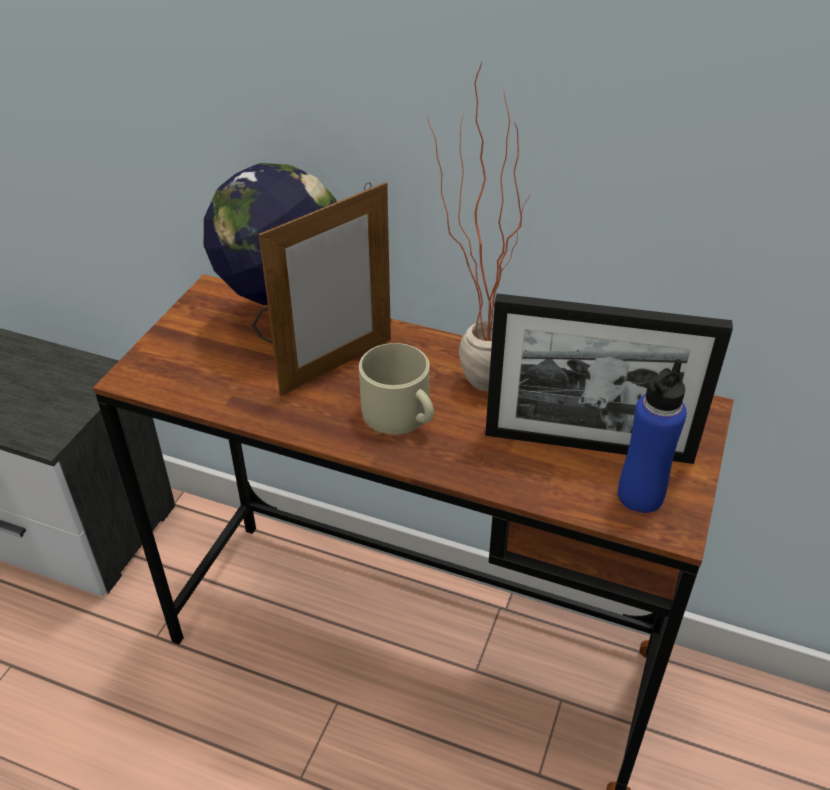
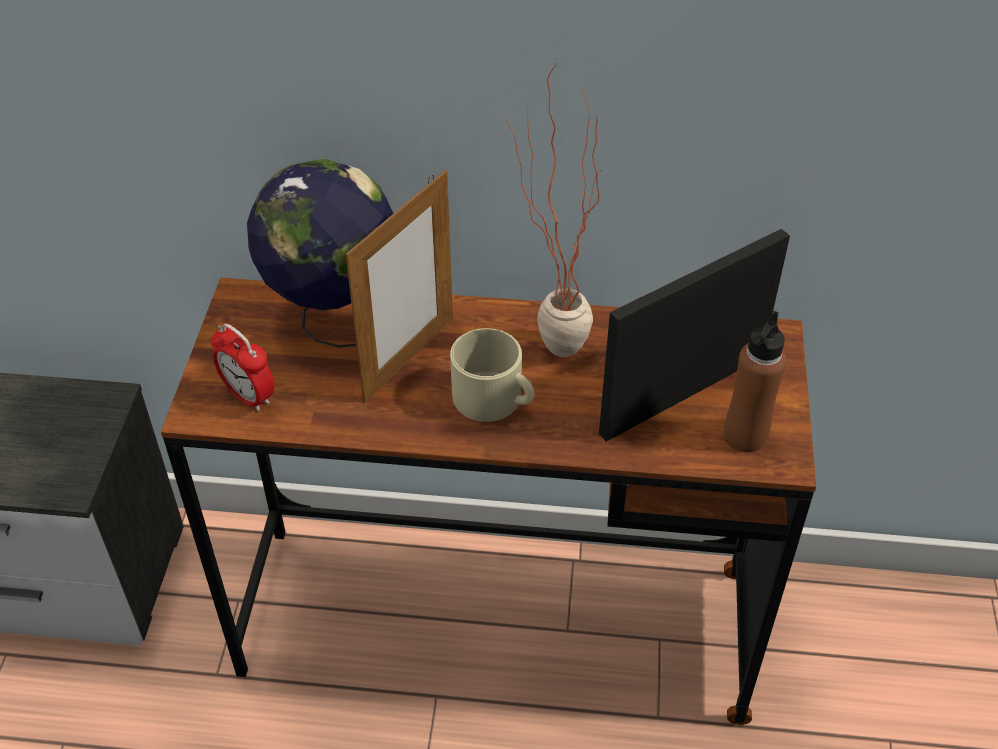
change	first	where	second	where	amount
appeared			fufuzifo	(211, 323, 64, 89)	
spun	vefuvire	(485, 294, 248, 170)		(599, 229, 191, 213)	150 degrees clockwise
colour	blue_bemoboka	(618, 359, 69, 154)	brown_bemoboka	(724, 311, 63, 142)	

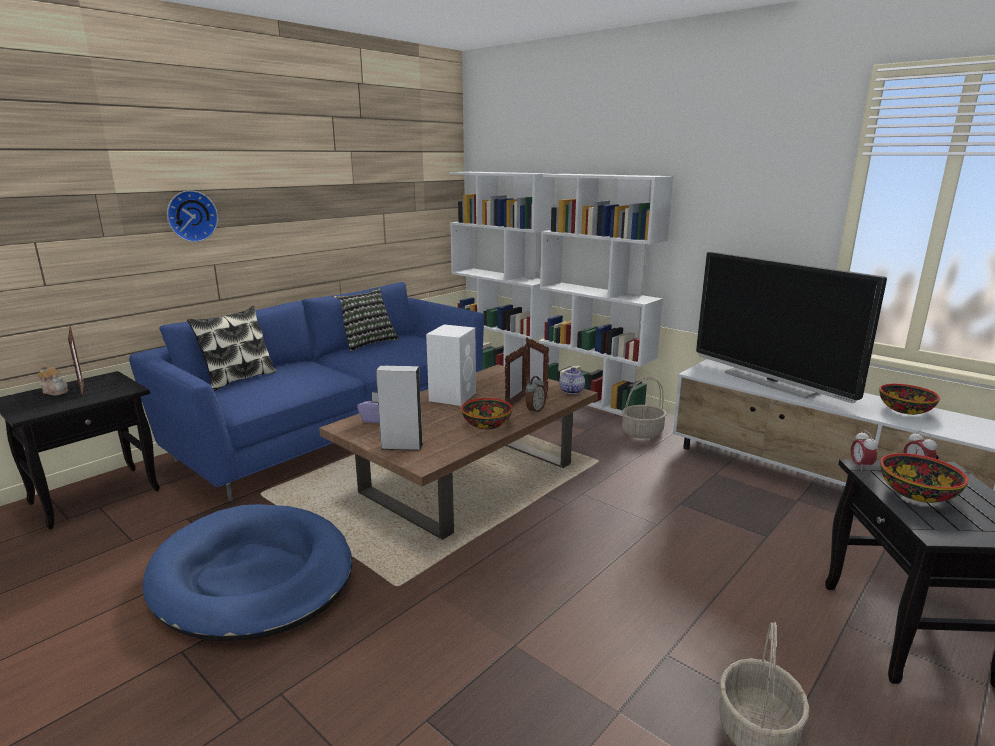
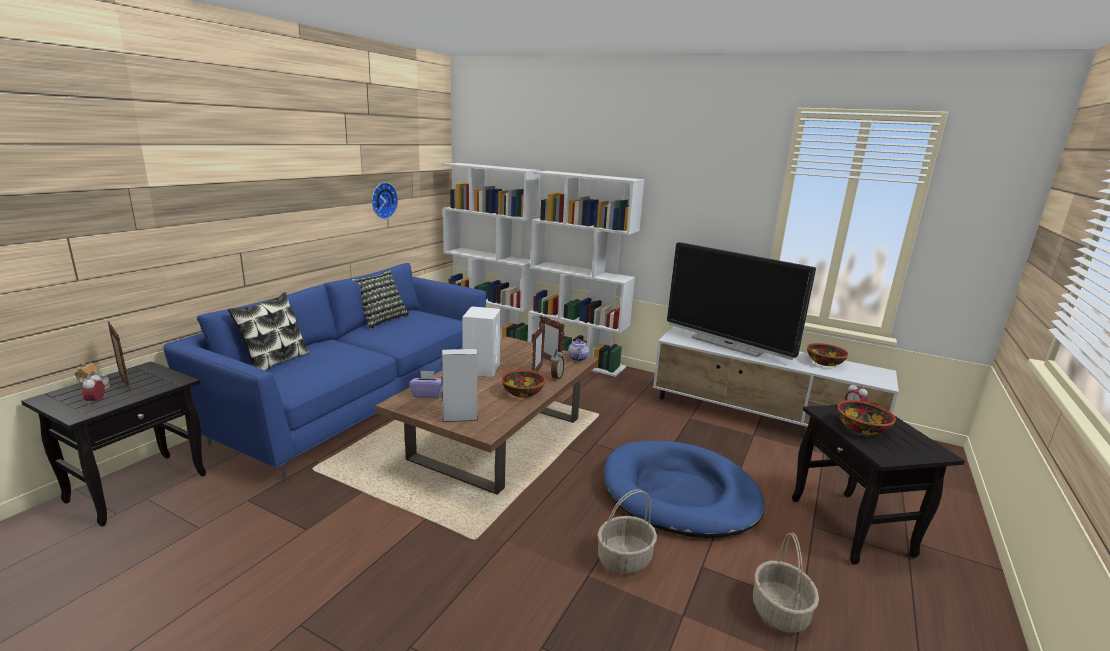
change	first	where	second	where	amount
relocated	fufuzifo	(851, 430, 27, 41)		(82, 373, 23, 33)	
relocated	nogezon	(167, 190, 51, 52)		(372, 182, 26, 37)	
relocated	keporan	(622, 377, 45, 62)		(597, 489, 60, 85)	
relocated	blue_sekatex	(143, 504, 209, 137)		(604, 441, 161, 97)	

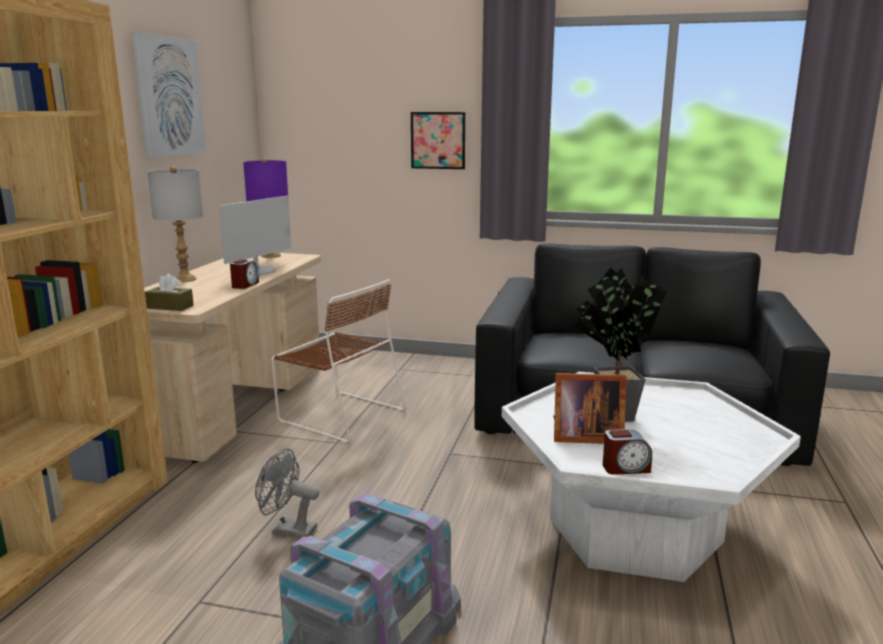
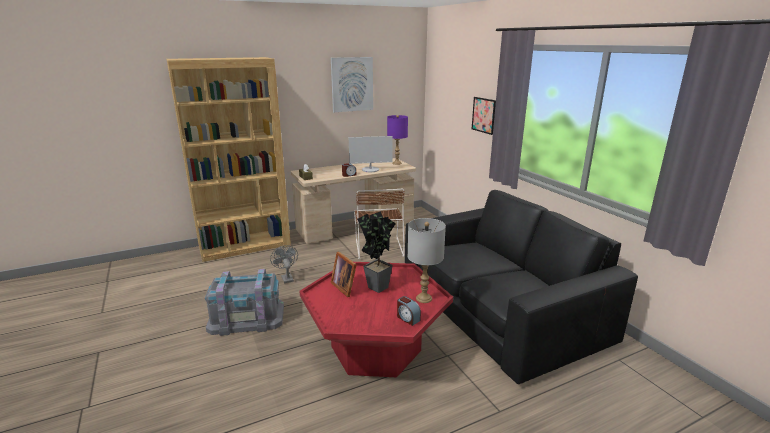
change	first	where	second	where	amount
colour	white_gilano	(502, 372, 299, 210)	red_gilano	(299, 262, 154, 115)	
relocated	fufuzifo	(603, 429, 49, 46)		(397, 296, 24, 30)	
relocated	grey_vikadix	(147, 166, 56, 116)		(408, 218, 38, 85)	

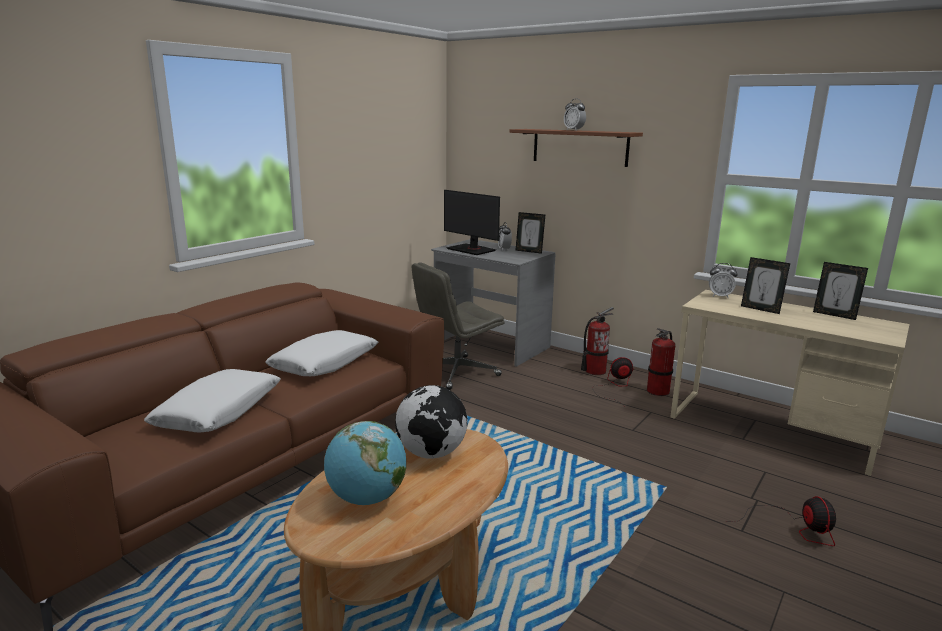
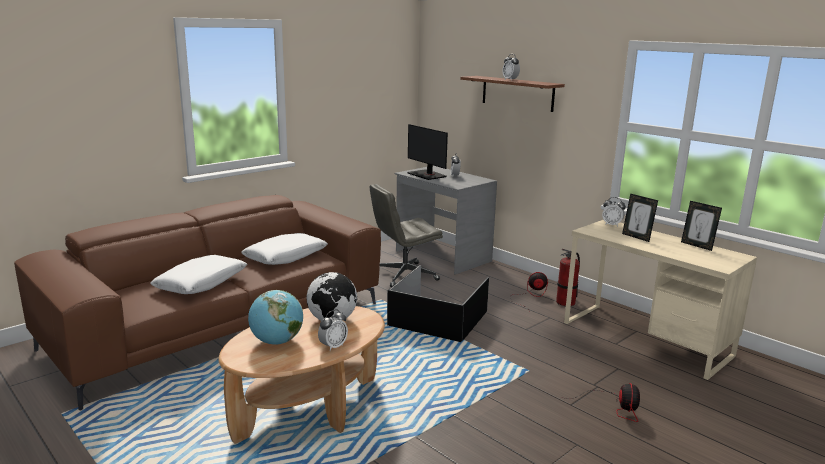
change	first	where	second	where	amount
appeared			fufuzifo	(318, 310, 30, 41)	
appeared			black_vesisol	(387, 265, 102, 77)	
missing	vefuvire	(515, 212, 30, 42)			
missing	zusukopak	(581, 307, 33, 68)			

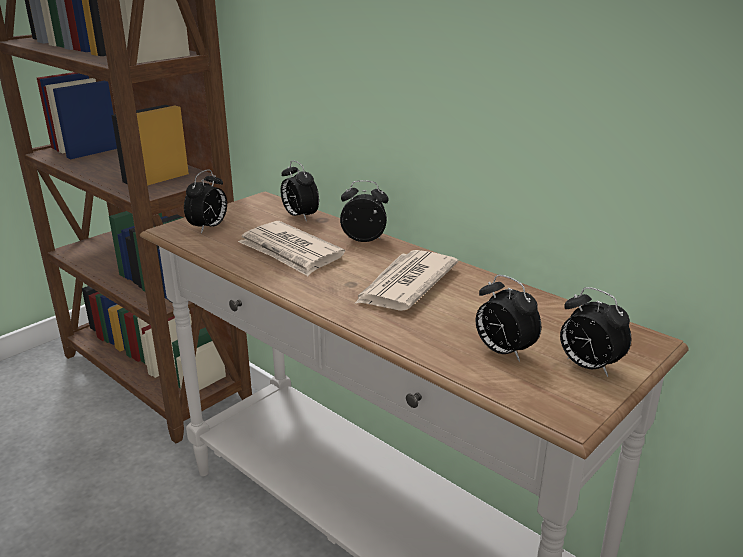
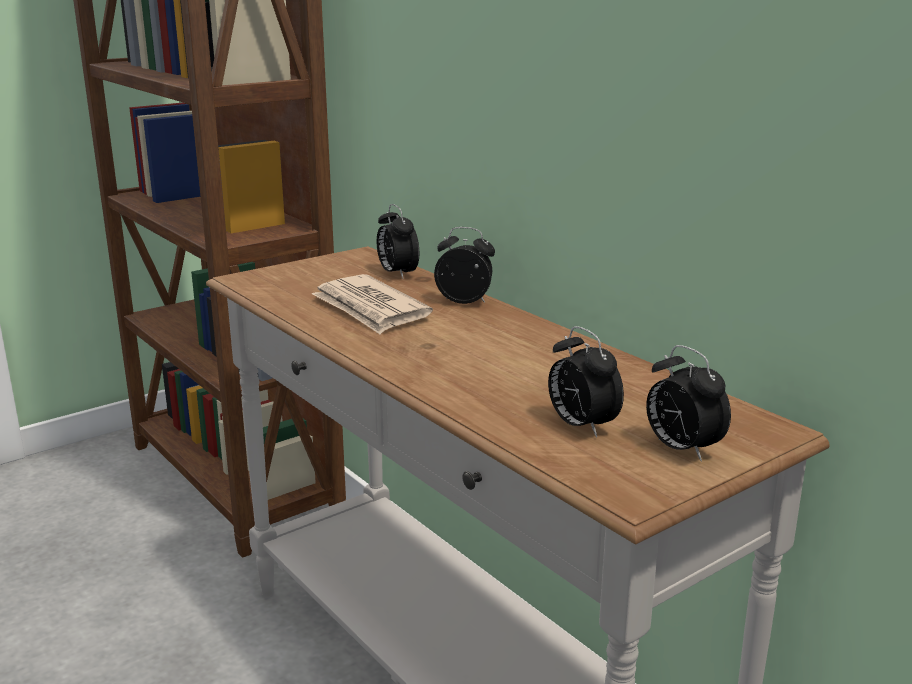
change	first	where	second	where	amount
missing	fufuzifo	(184, 169, 43, 65)			
missing	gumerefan	(354, 250, 104, 61)			

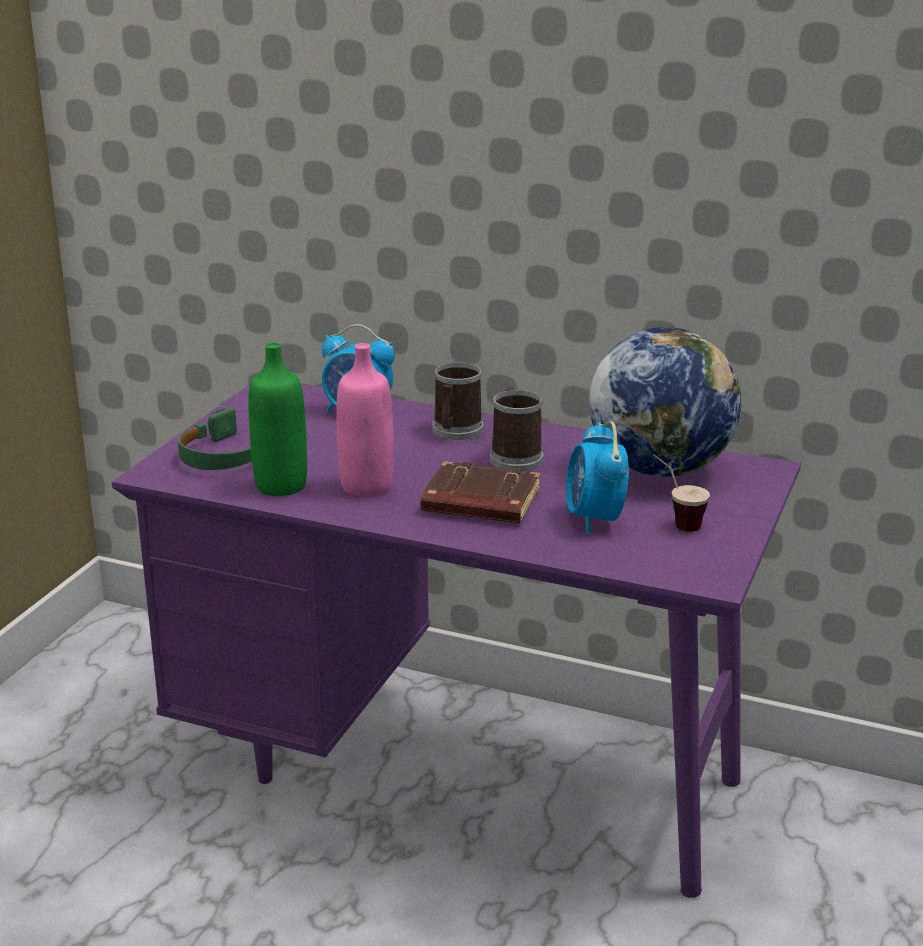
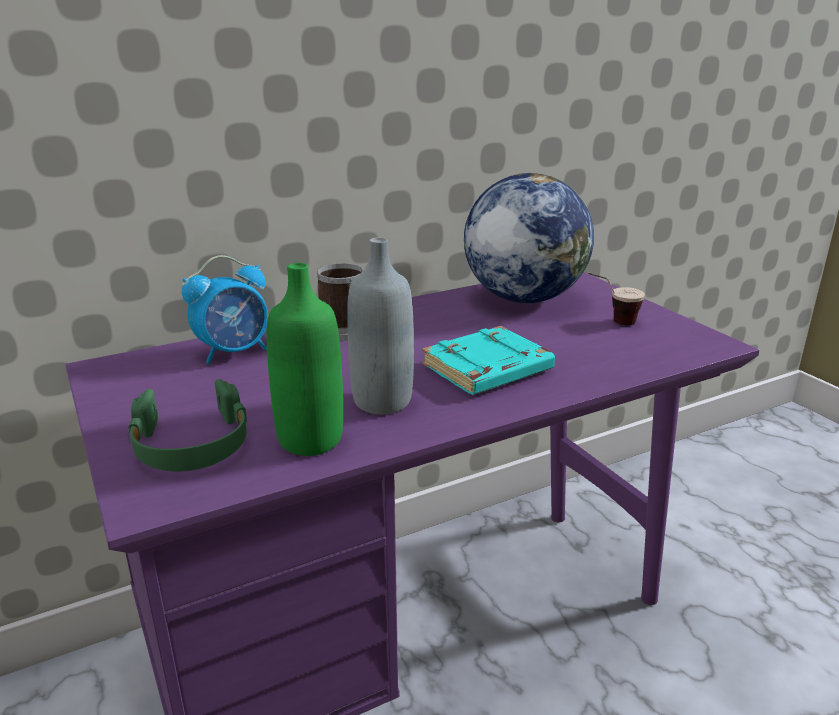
change	first	where	second	where	amount
colour	pink_bemoboka	(336, 343, 57, 154)	grey_bemoboka	(347, 237, 67, 178)	
colour	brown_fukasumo	(421, 461, 120, 62)	turquoise_fukasumo	(422, 326, 133, 69)	
missing	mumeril	(490, 387, 54, 84)			
missing	fufuzifo	(566, 421, 63, 113)			

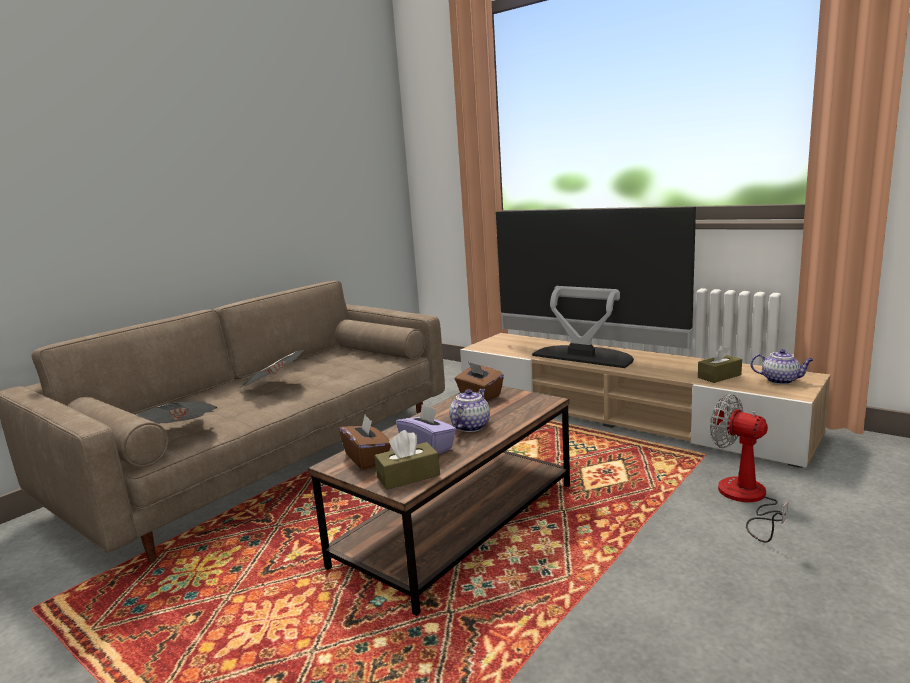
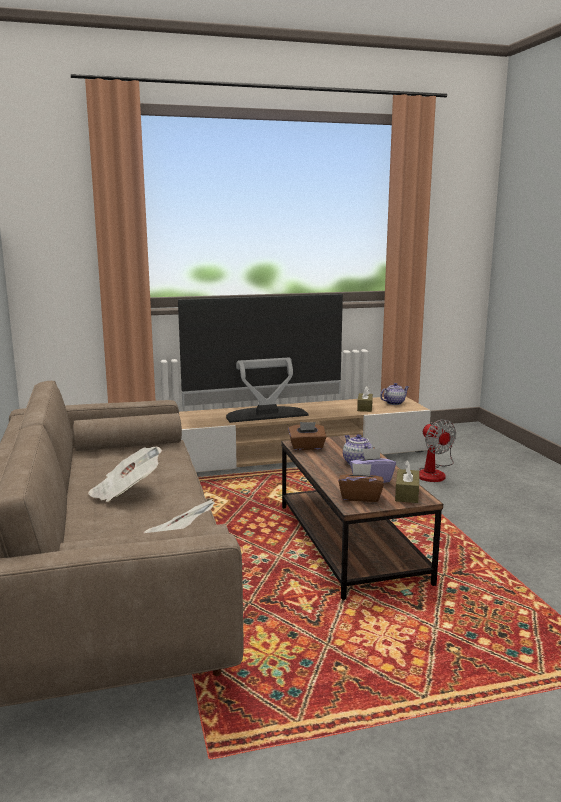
change	first	where	second	where	amount
spun	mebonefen	(710, 394, 79, 149)		(419, 419, 37, 63)	105 degrees counterclockwise

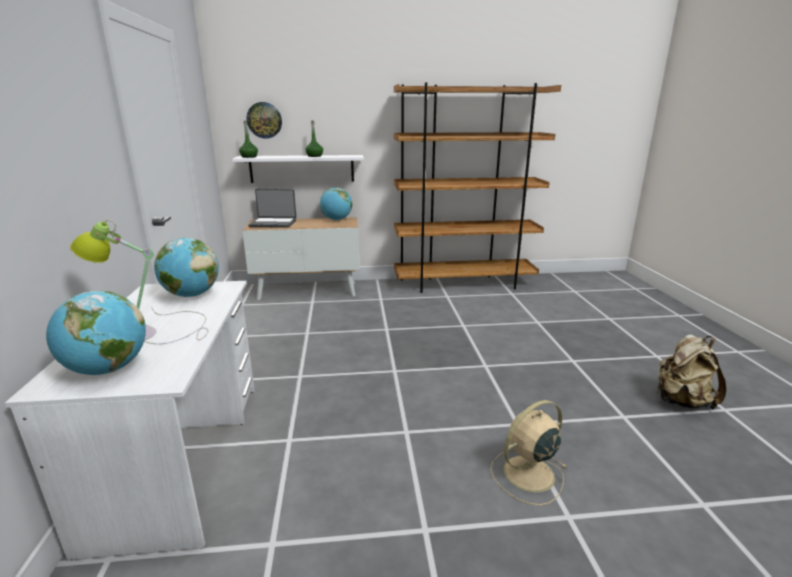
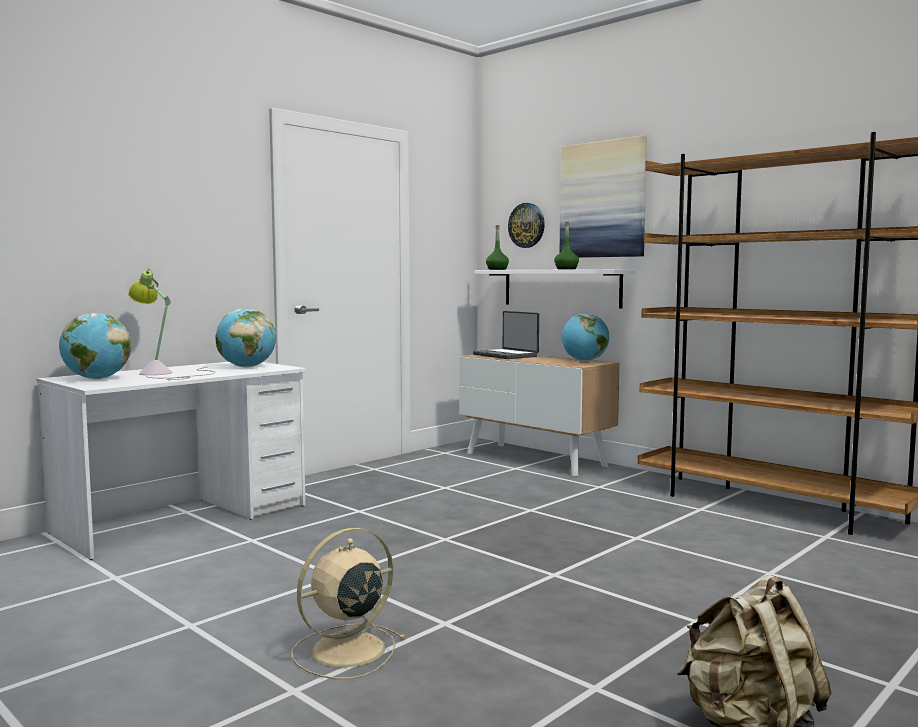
change	first	where	second	where	amount
spun	beige_mebonefen	(490, 400, 76, 105)		(291, 528, 116, 151)	60 degrees counterclockwise
appeared			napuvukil	(560, 135, 87, 123)	

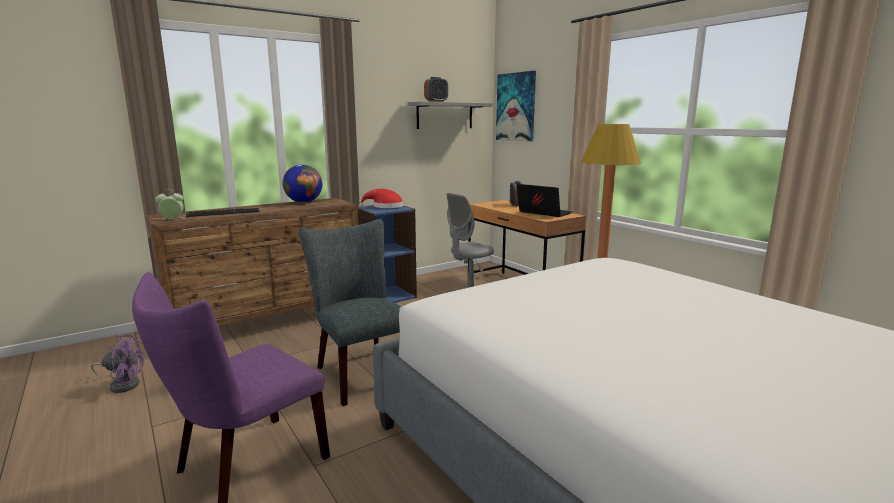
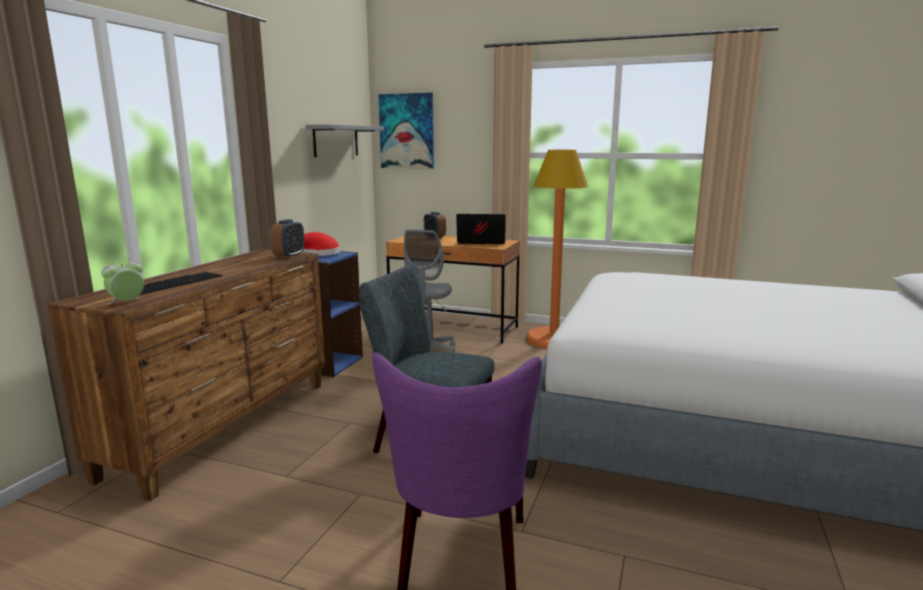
change	first	where	second	where	amount
relocated	fufuzifo	(424, 77, 24, 25)		(270, 219, 35, 39)	
missing	purple_mebonefen	(91, 334, 53, 59)			
missing	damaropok	(283, 164, 39, 39)			

